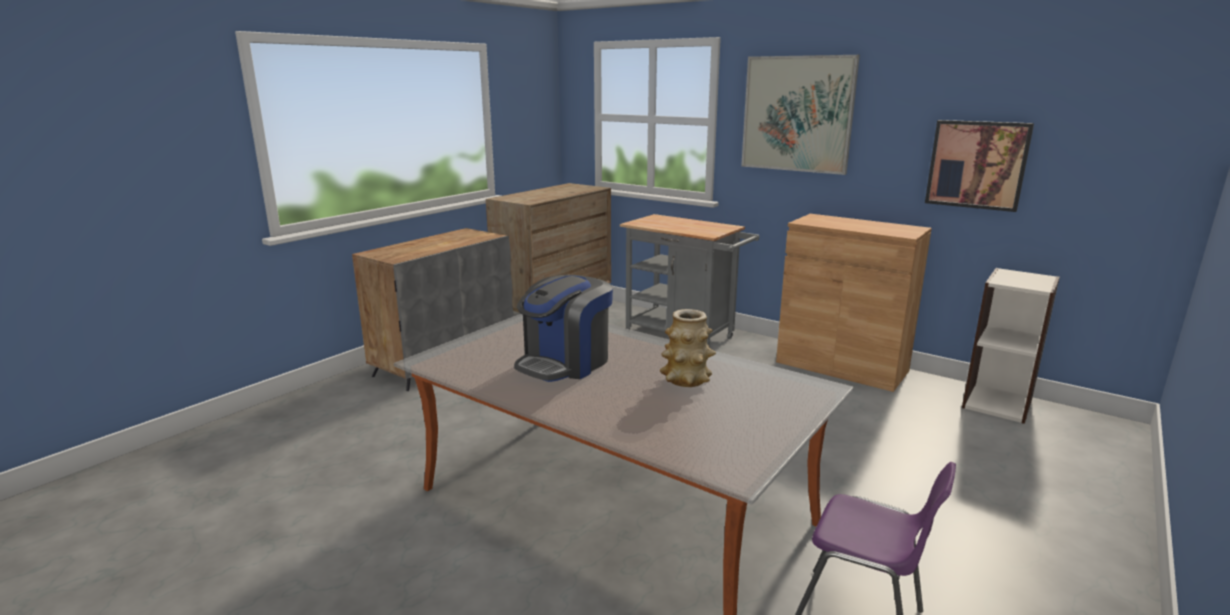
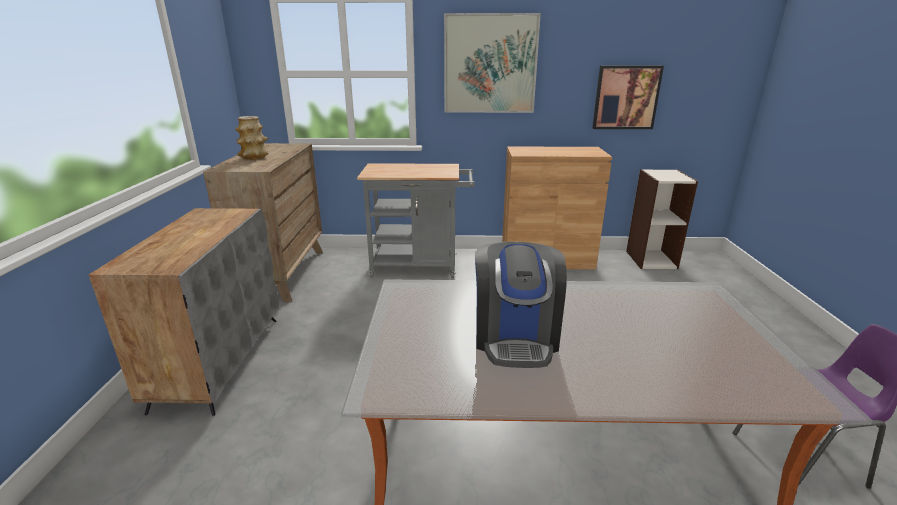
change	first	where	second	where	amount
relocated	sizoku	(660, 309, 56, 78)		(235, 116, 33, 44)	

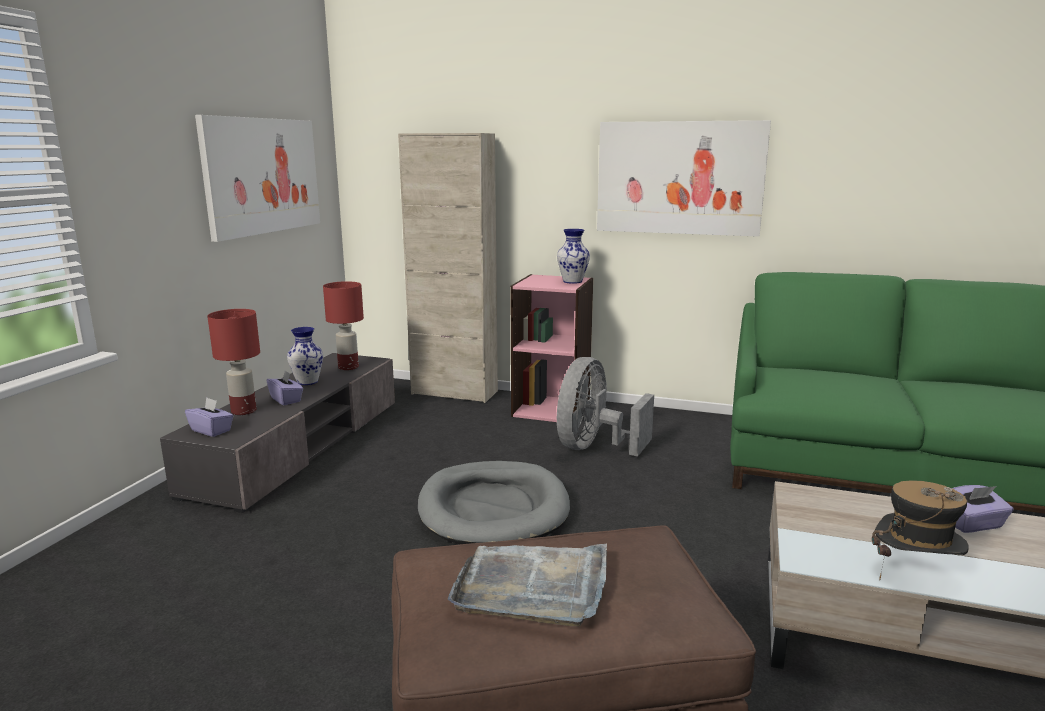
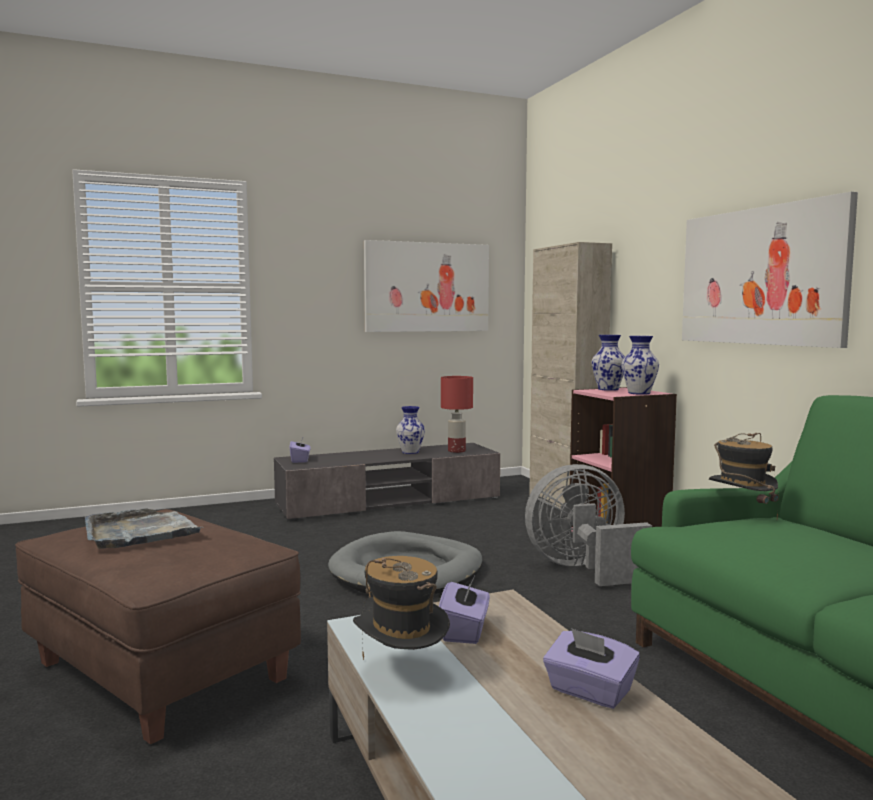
change	first	where	second	where	amount
relocated	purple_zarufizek	(267, 371, 36, 34)		(439, 574, 51, 70)	
appeared			sizoku	(592, 335, 33, 56)	
appeared			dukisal	(709, 433, 70, 86)	
missing	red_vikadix	(207, 309, 53, 106)			

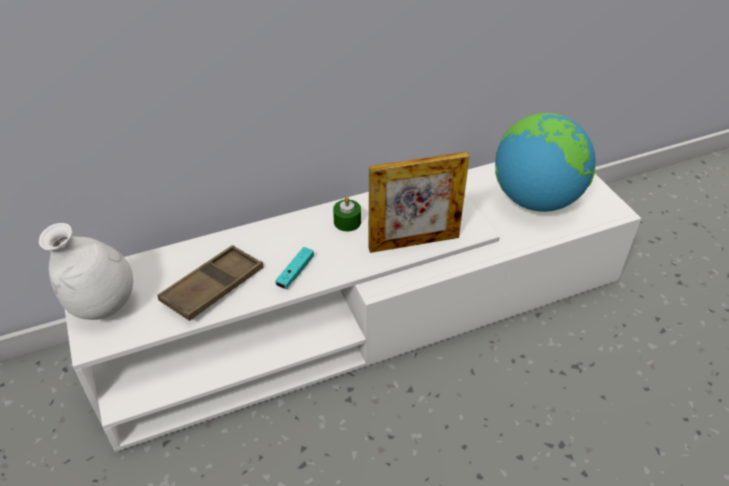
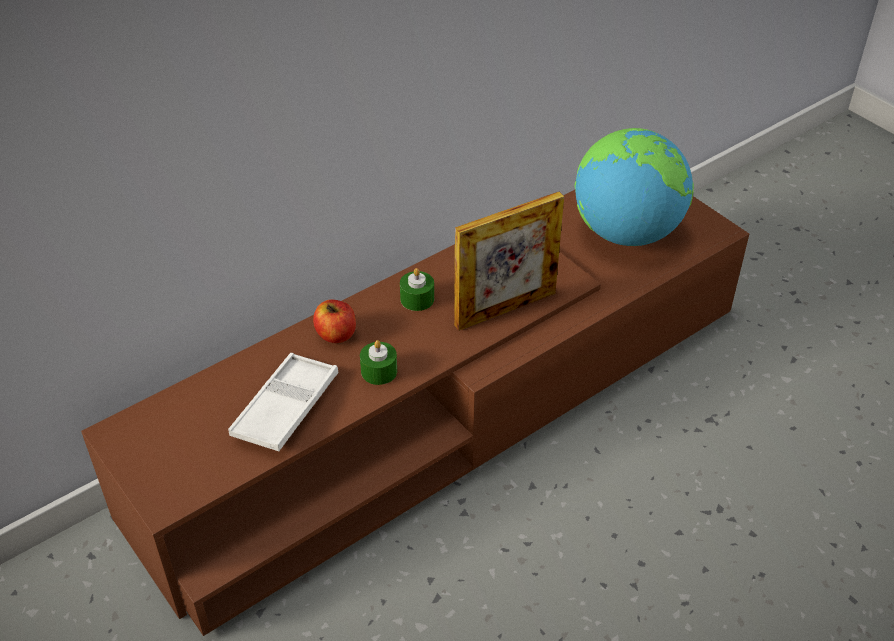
change	first	where	second	where	amount
colour	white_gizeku	(65, 162, 576, 290)	brown_gizeku	(81, 190, 668, 446)	
colour	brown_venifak	(157, 245, 107, 76)	white_venifak	(228, 353, 111, 98)	
appeared			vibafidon	(313, 299, 43, 44)	
exchanged	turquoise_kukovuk	(275, 247, 39, 42)	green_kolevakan	(360, 340, 37, 45)	
missing	white_sizoku	(39, 223, 94, 97)			

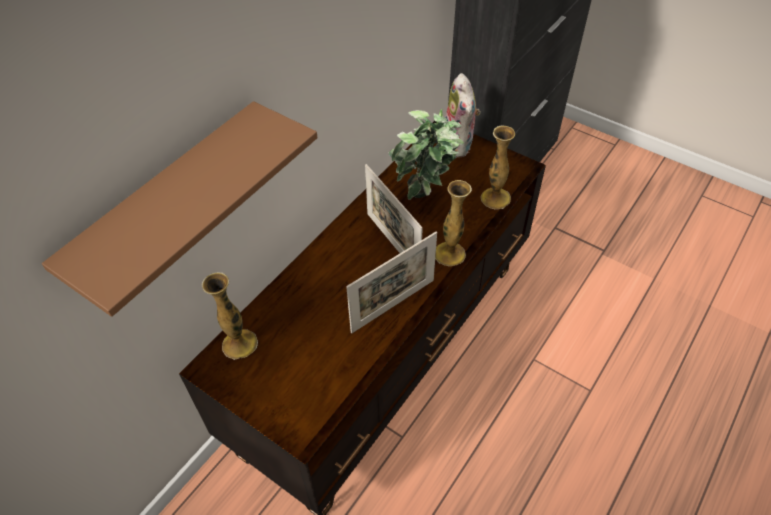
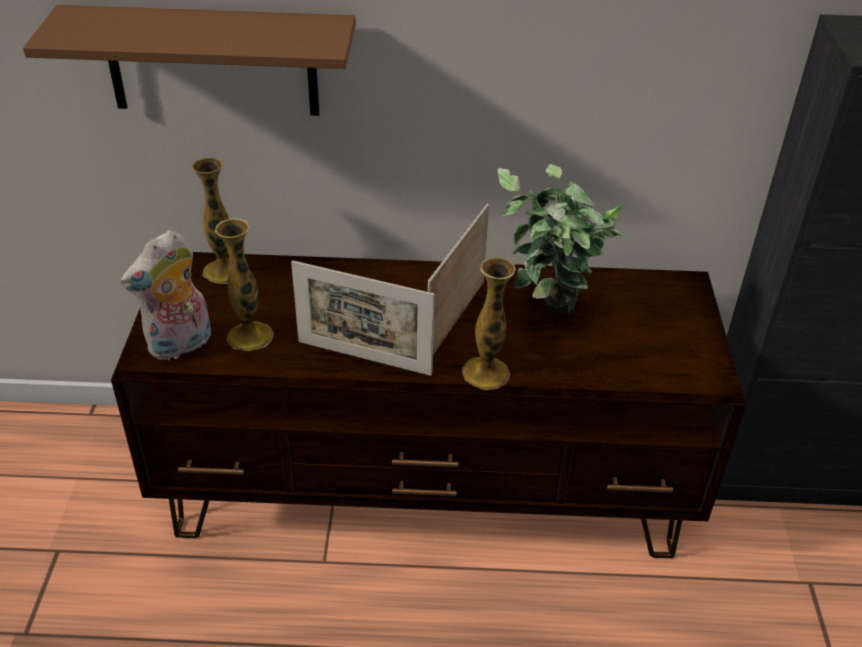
change	first	where	second	where	amount
relocated	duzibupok	(445, 73, 36, 84)		(121, 230, 90, 130)	
relocated	sizoku	(481, 125, 34, 84)		(215, 218, 59, 133)	

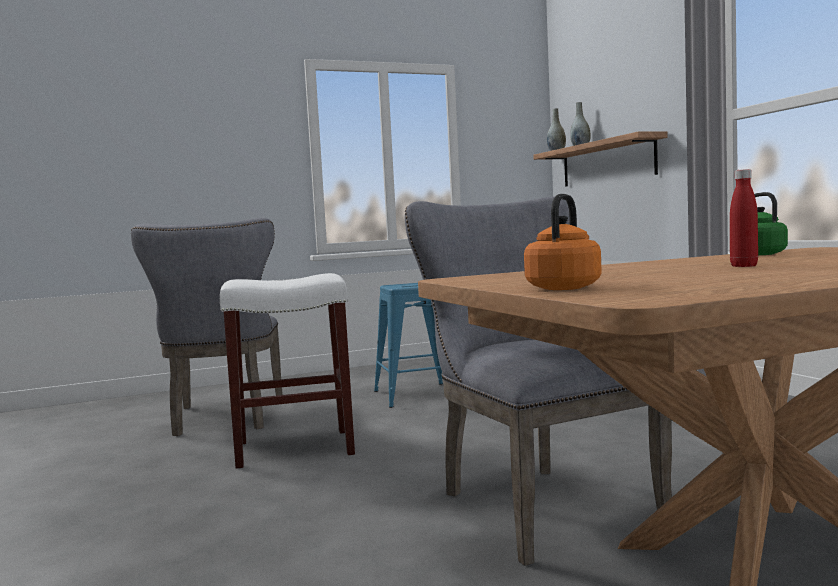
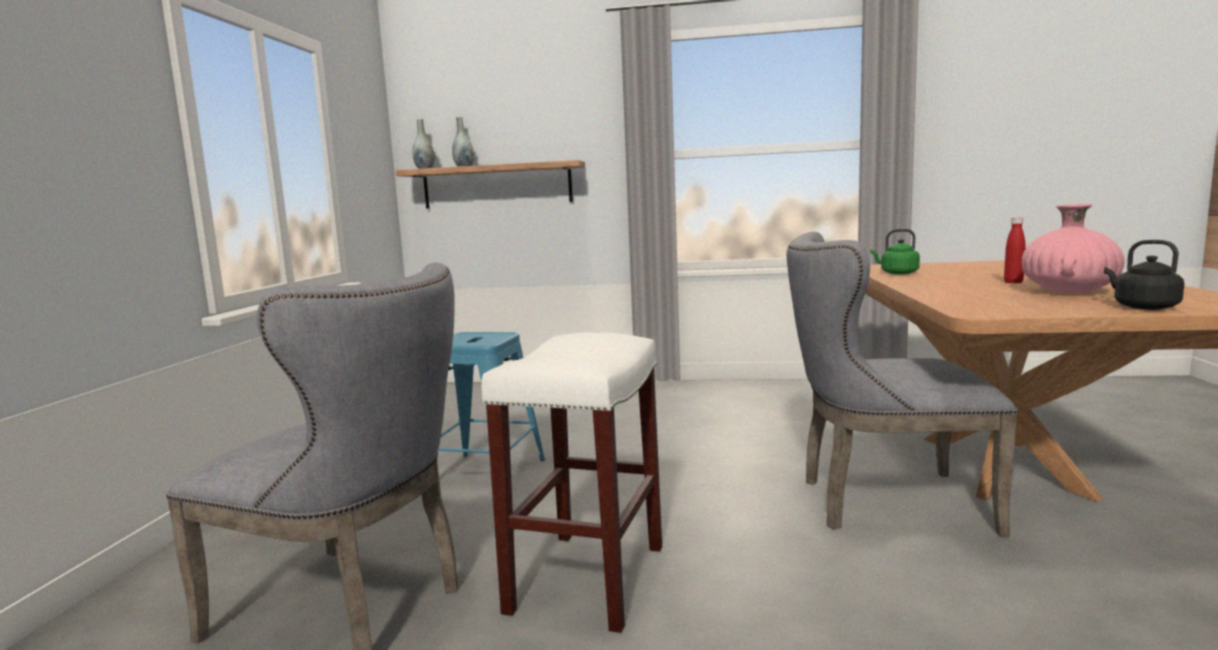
change	first	where	second	where	amount
appeared			pink_sizoku	(1021, 204, 104, 89)	
colour	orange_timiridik	(524, 194, 78, 96)	black_timiridik	(1104, 240, 80, 70)	

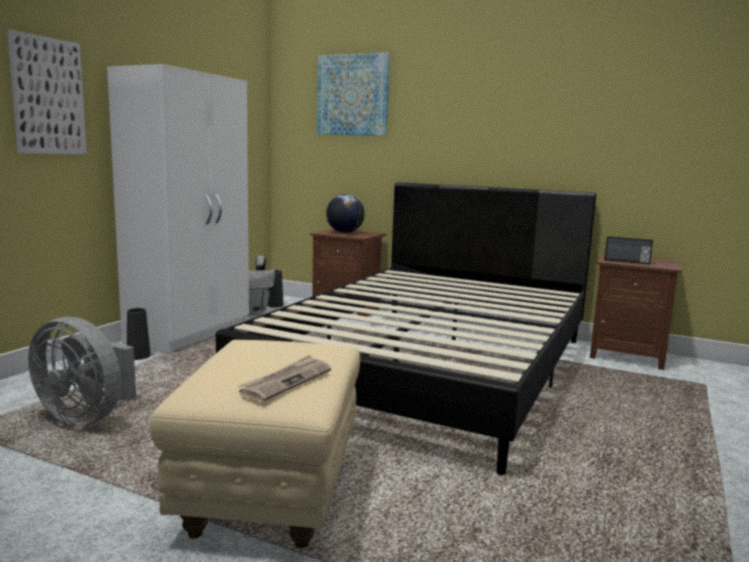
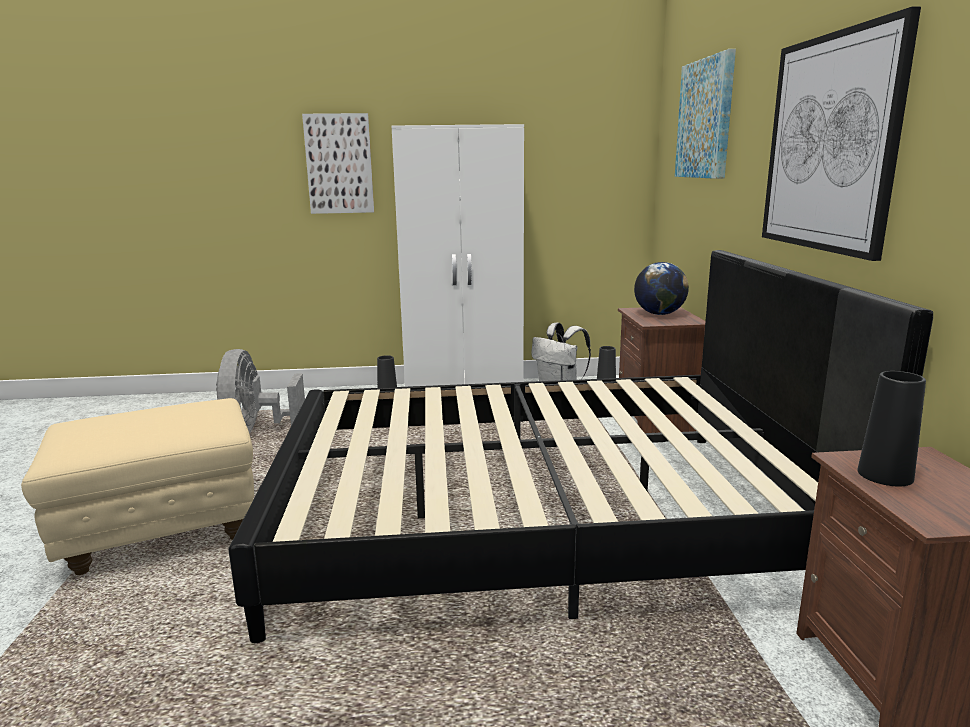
change	first	where	second	where	amount
appeared			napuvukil	(762, 7, 159, 254)	
exchanged	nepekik	(605, 236, 48, 28)	black_sizoku	(857, 371, 69, 115)	
missing	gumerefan	(238, 355, 93, 47)			

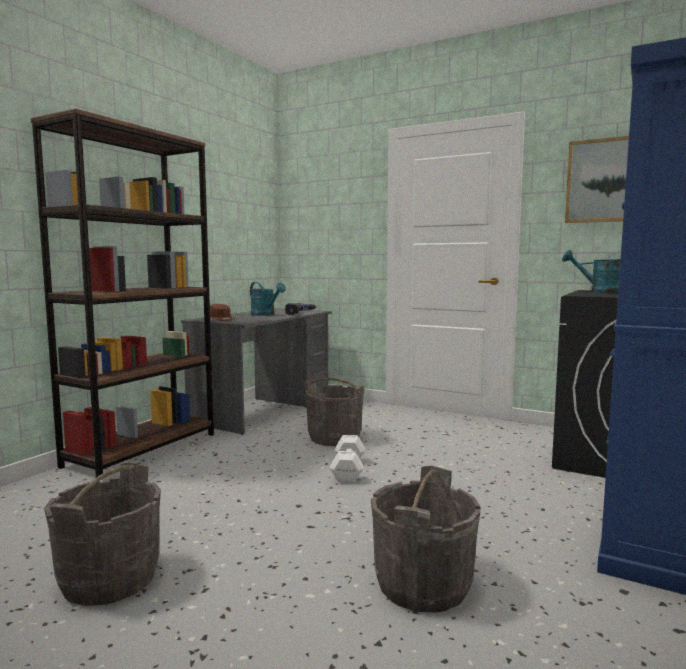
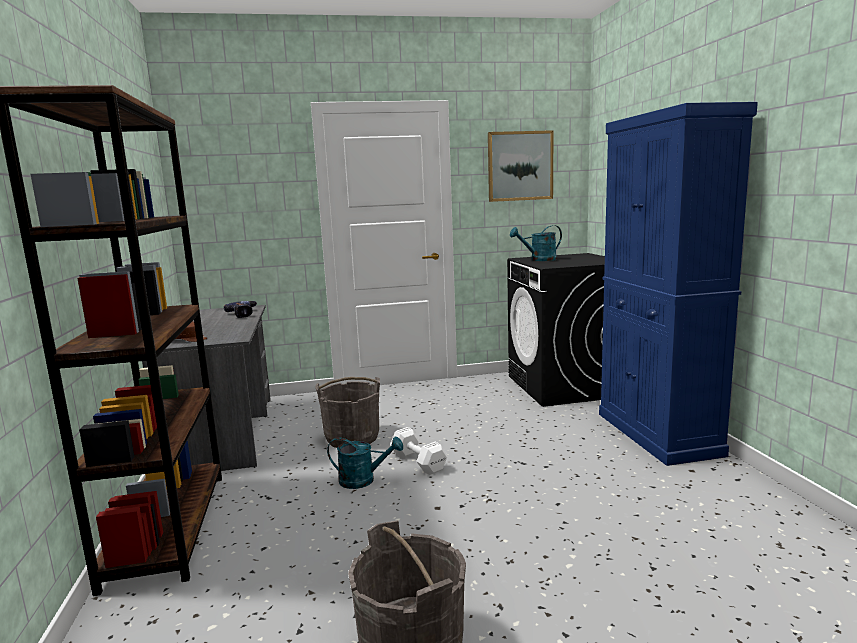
change	first	where	second	where	amount
relocated	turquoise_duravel	(250, 282, 36, 34)		(327, 437, 76, 52)	
missing	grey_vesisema	(371, 466, 110, 147)			

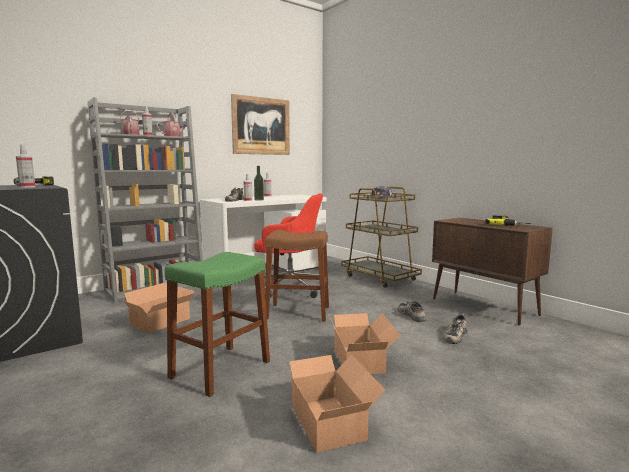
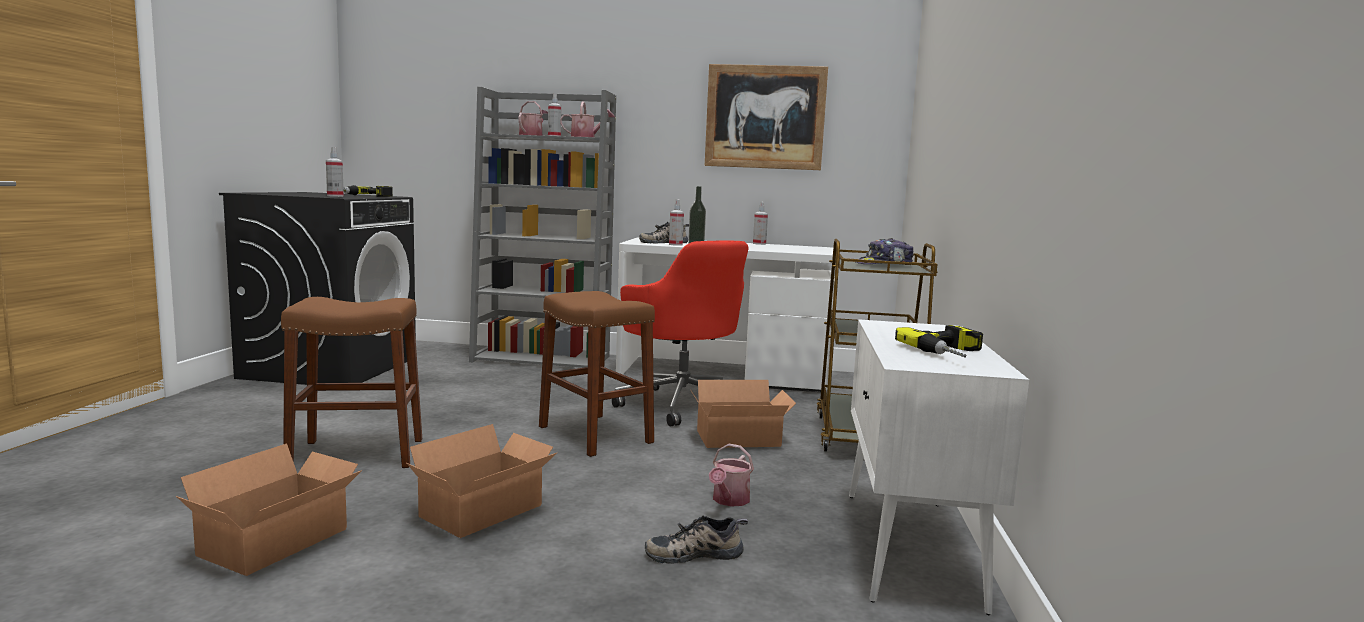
change	first	where	second	where	amount
colour	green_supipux	(165, 252, 105, 145)	brown_supipux	(281, 297, 141, 171)	
relocated	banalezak	(122, 282, 73, 51)		(690, 380, 106, 68)	
exchanged	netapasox	(398, 300, 28, 22)	duravel	(709, 443, 45, 64)	
colour	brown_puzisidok	(432, 218, 121, 108)	white_puzisidok	(849, 319, 180, 296)	

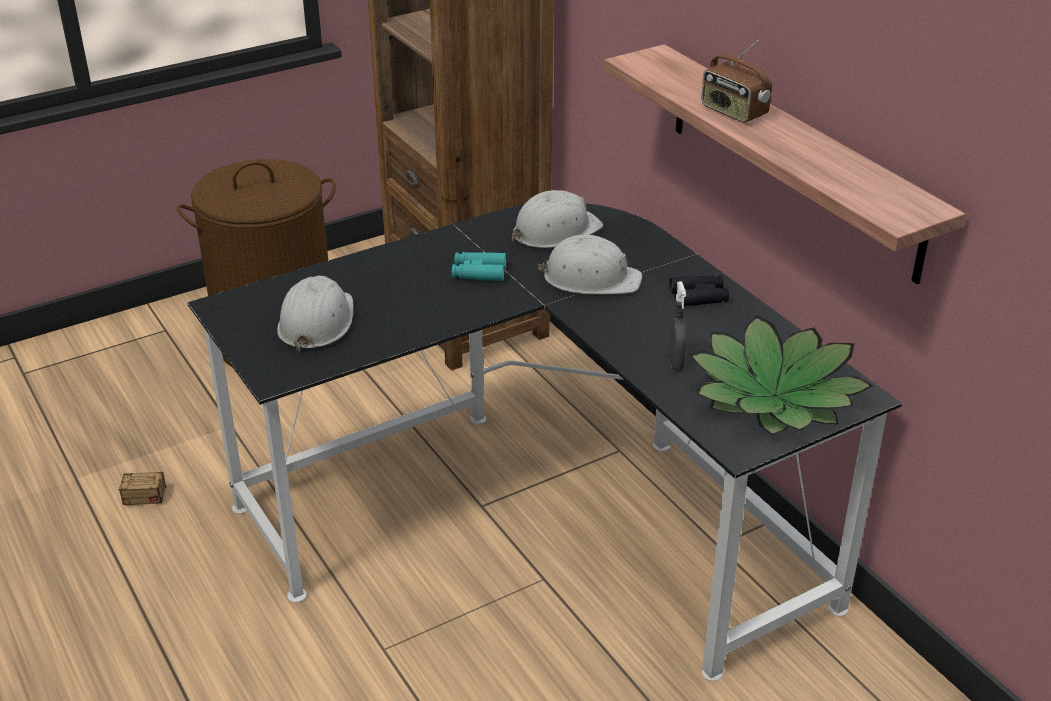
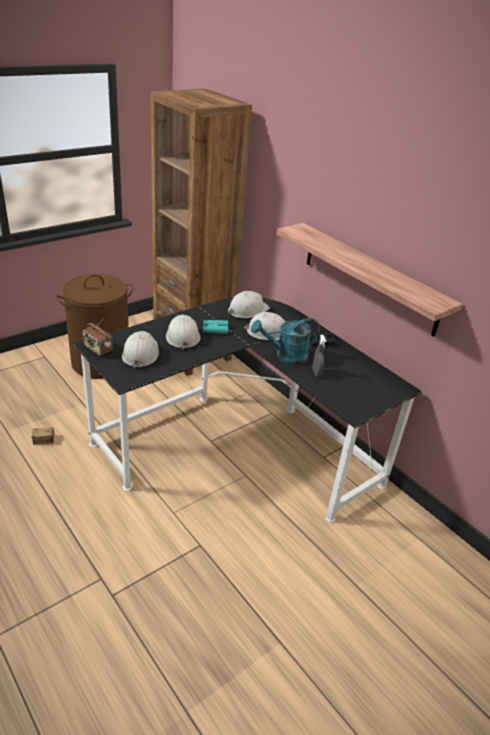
change	first	where	second	where	amount
relocated	nepekik	(701, 40, 71, 83)		(82, 319, 31, 37)	
appeared			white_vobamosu	(166, 315, 34, 35)	
appeared			turquoise_duravel	(251, 318, 69, 47)	
missing	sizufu	(689, 315, 185, 120)			

